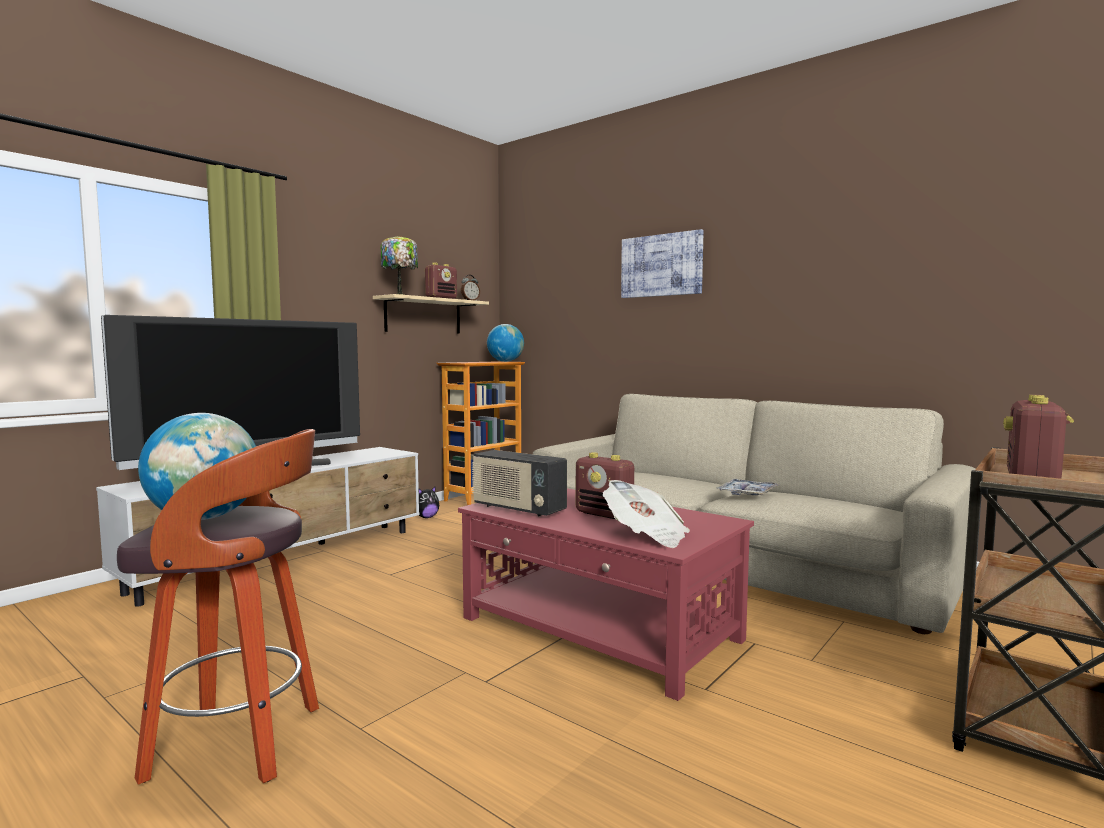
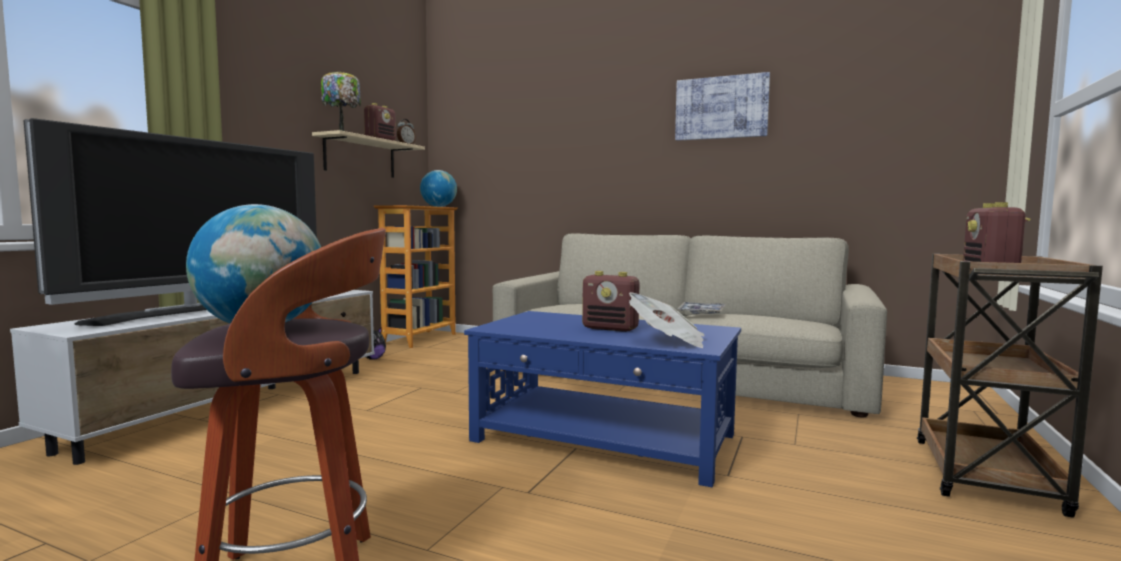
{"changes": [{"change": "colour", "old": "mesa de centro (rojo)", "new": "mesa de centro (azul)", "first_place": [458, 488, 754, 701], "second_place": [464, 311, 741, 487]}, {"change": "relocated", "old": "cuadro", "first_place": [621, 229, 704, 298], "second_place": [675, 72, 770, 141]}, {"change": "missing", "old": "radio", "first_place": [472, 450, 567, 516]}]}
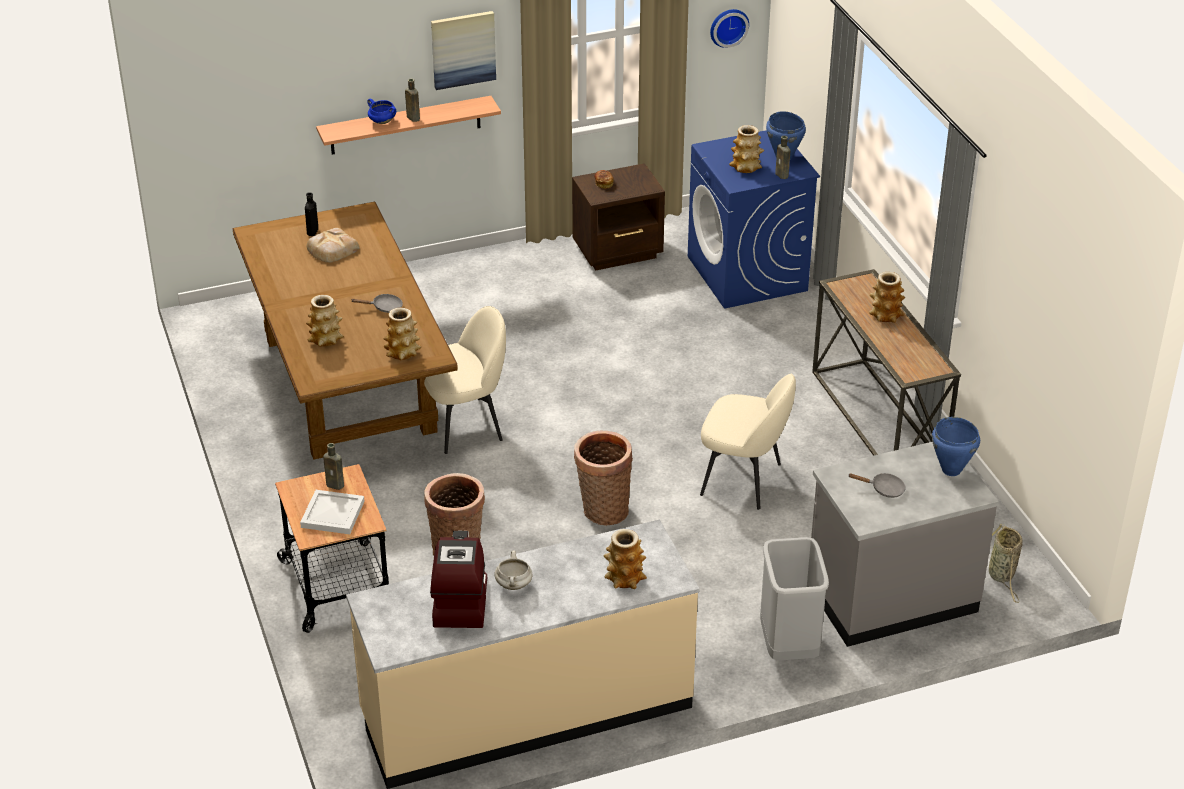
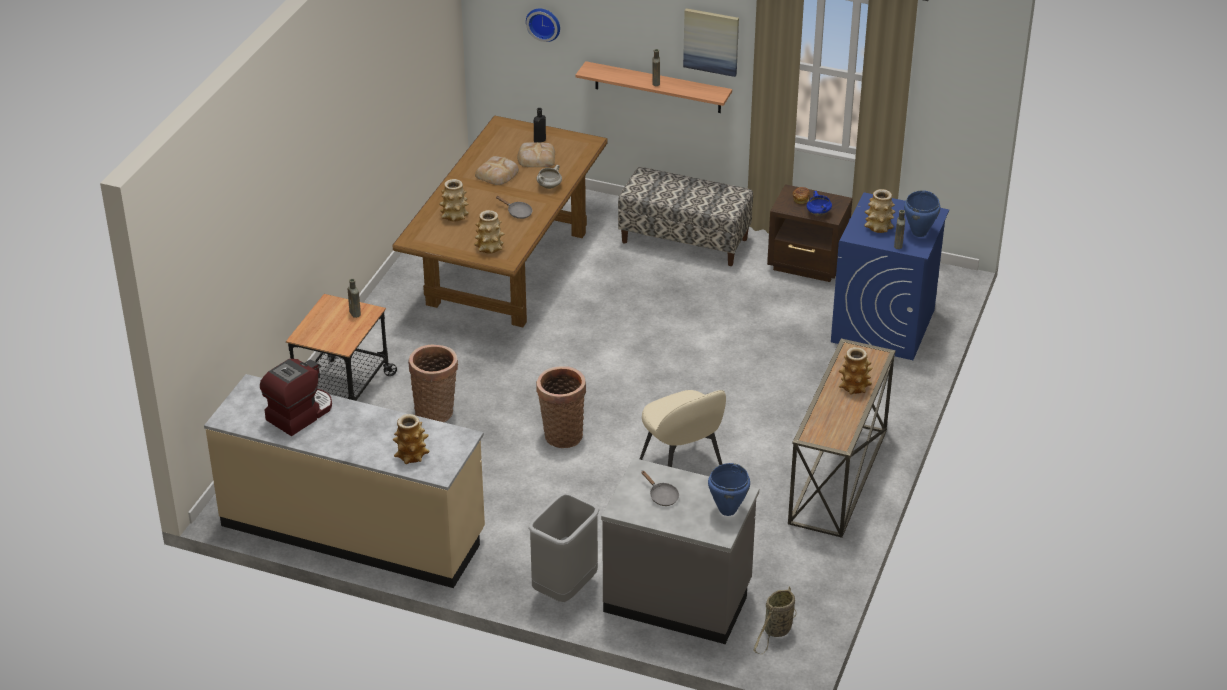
{"changes": [{"change": "appeared", "new": "pan", "second_place": [475, 156, 519, 185]}, {"change": "relocated", "old": "reloj de pared", "first_place": [710, 9, 749, 48], "second_place": [526, 9, 560, 42]}, {"change": "relocated", "old": "olla (blanco)", "first_place": [494, 551, 532, 590], "second_place": [537, 165, 562, 189]}, {"change": "appeared", "new": "banco", "second_place": [618, 167, 753, 266]}, {"change": "relocated", "old": "olla (azul)", "first_place": [367, 98, 396, 124], "second_place": [807, 191, 832, 216]}, {"change": "missing", "old": "bandeja (blanco)", "first_place": [300, 490, 365, 534]}, {"change": "missing", "old": "silla (beis)", "first_place": [424, 306, 506, 454]}]}
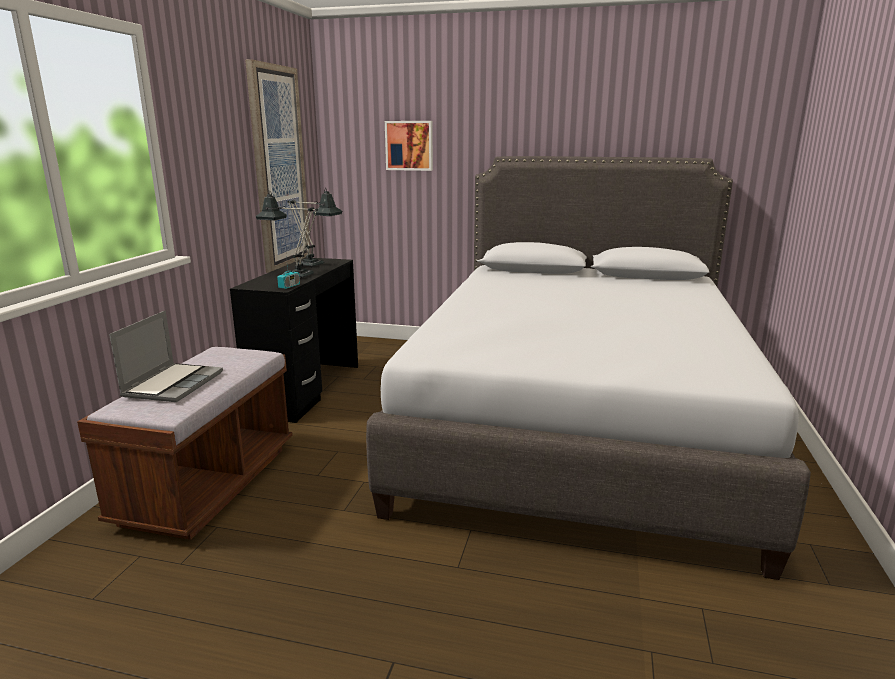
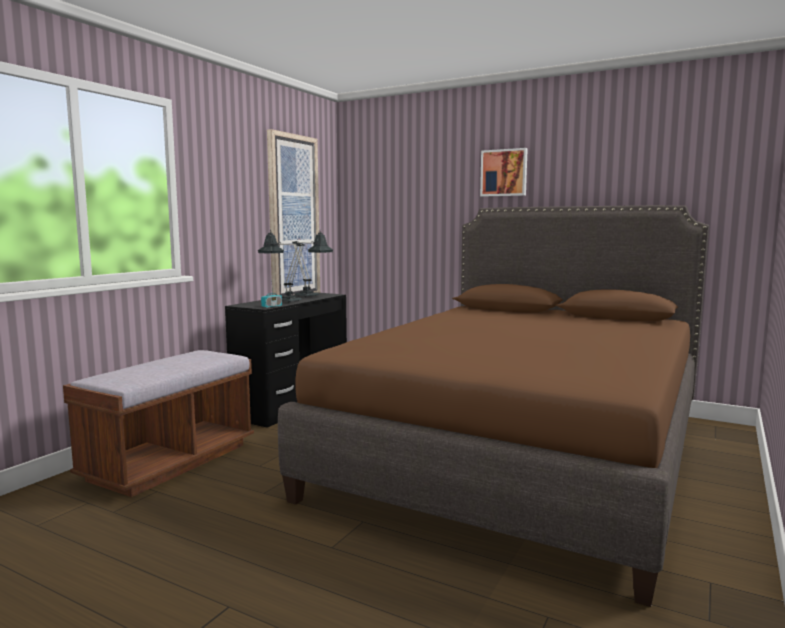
{"changes": [{"change": "colour", "old": "cama (gris)", "new": "cama (marrón)", "first_place": [366, 156, 811, 580], "second_place": [278, 205, 709, 607]}, {"change": "relocated", "old": "cuadro", "first_place": [385, 121, 433, 171], "second_place": [480, 148, 528, 197]}, {"change": "missing", "old": "portátil", "first_place": [109, 310, 223, 402]}]}
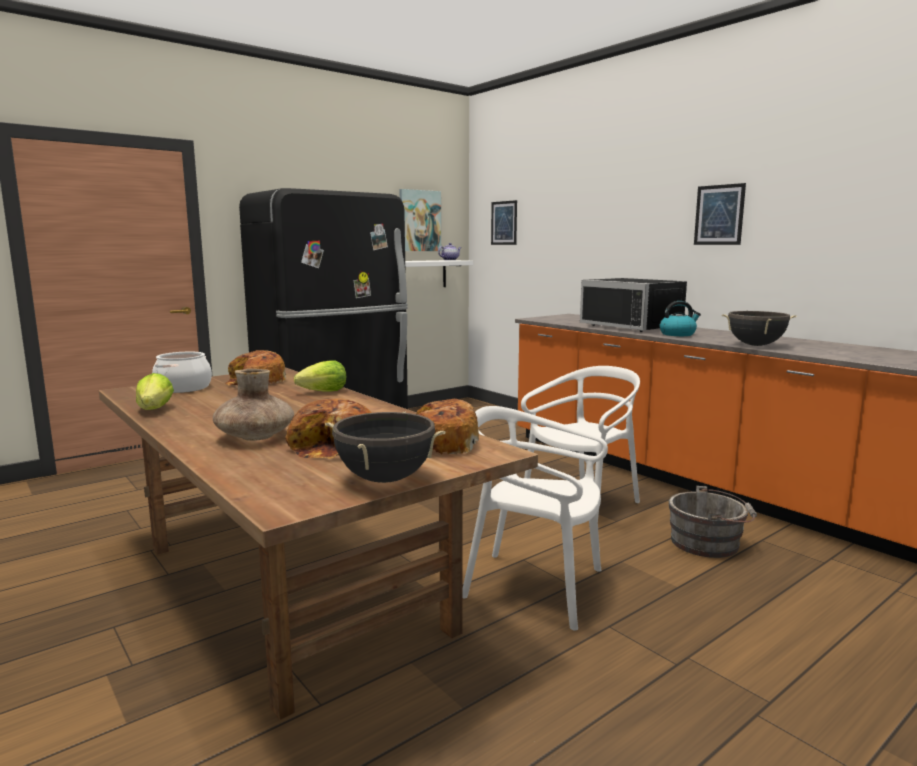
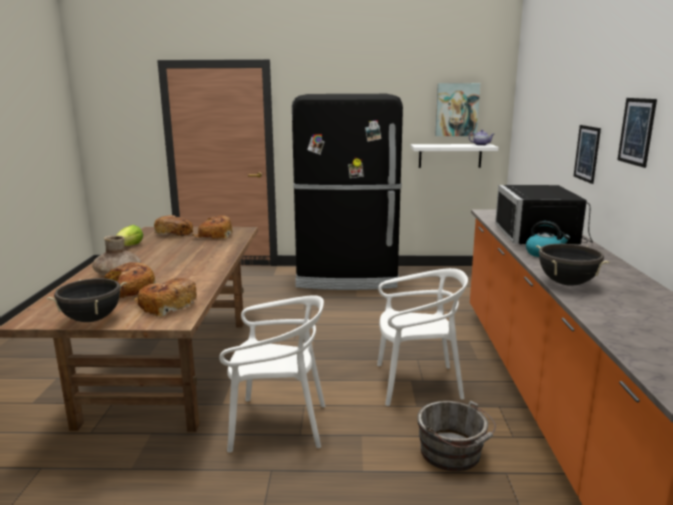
{"changes": [{"change": "exchanged", "old": "olla", "new": "pan", "first_place": [152, 352, 212, 393], "second_place": [154, 215, 194, 237]}, {"change": "spun", "old": "silla (blanco)", "first_place": [462, 406, 608, 631], "second_place": [219, 296, 325, 453], "degrees": 120}, {"change": "relocated", "old": "cuadro", "first_place": [491, 200, 517, 245], "second_place": [574, 125, 601, 184]}, {"change": "missing", "old": "lechuga", "first_place": [294, 360, 346, 392]}]}
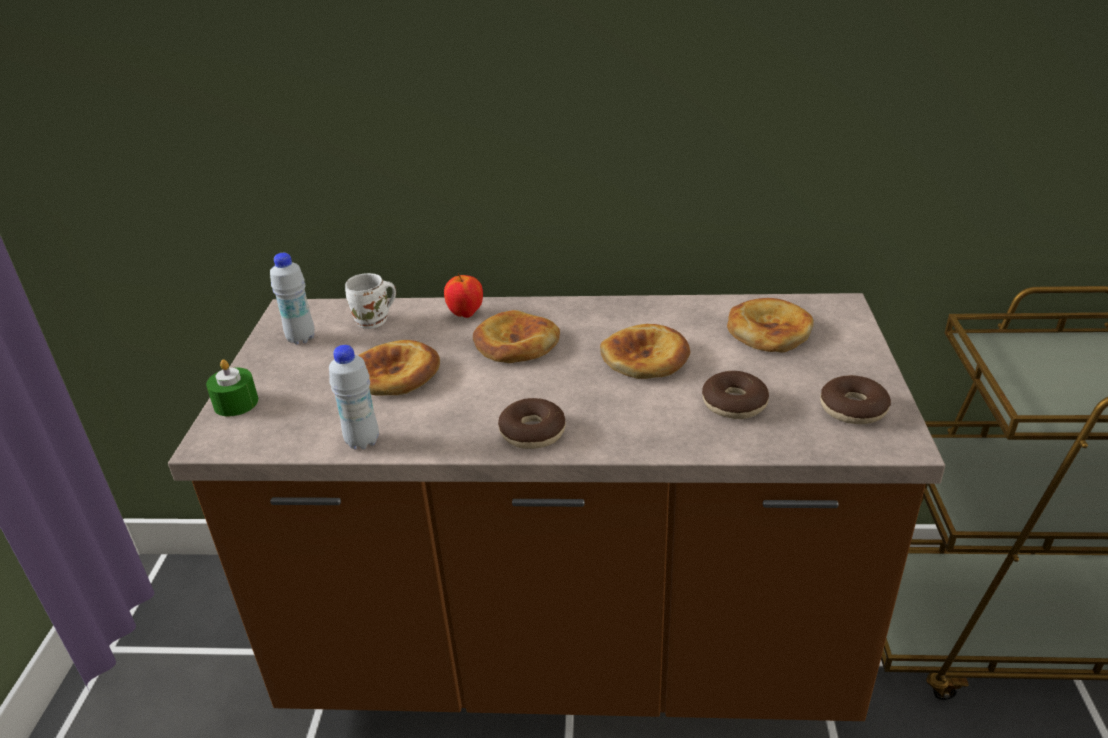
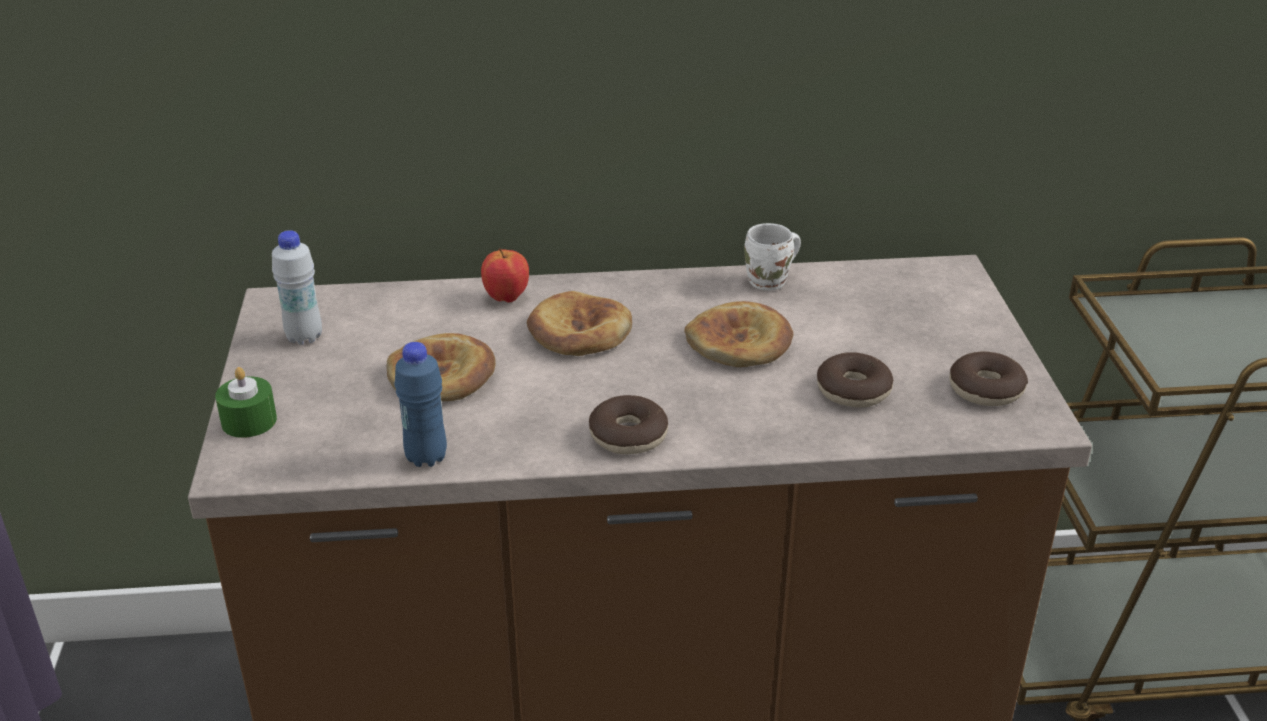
{"changes": [{"change": "colour", "old": "botella (blanco)", "new": "botella (azul)", "first_place": [329, 345, 379, 450], "second_place": [395, 342, 447, 467]}, {"change": "relocated", "old": "taza grande (blanco)", "first_place": [345, 273, 396, 329], "second_place": [744, 223, 801, 291]}, {"change": "missing", "old": "pan", "first_place": [727, 298, 814, 353]}]}
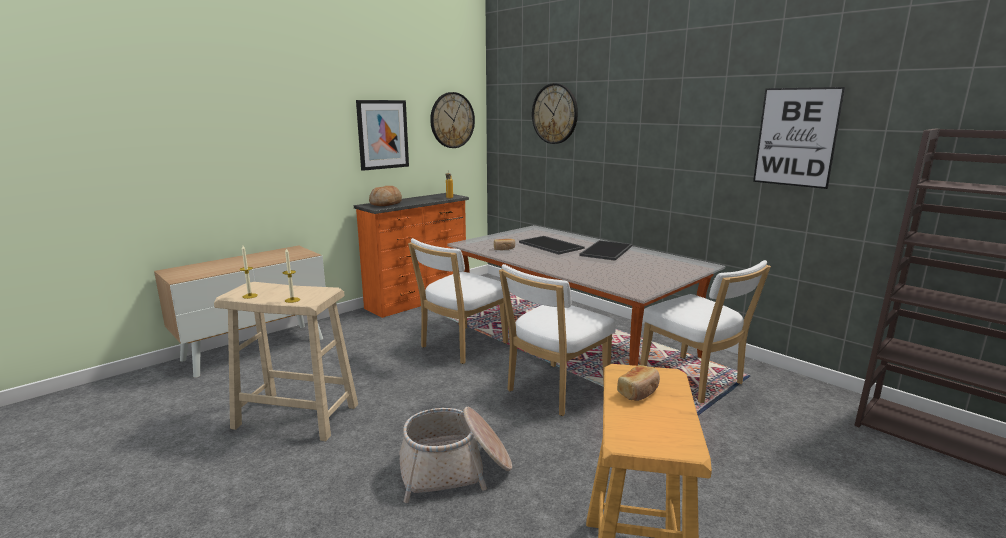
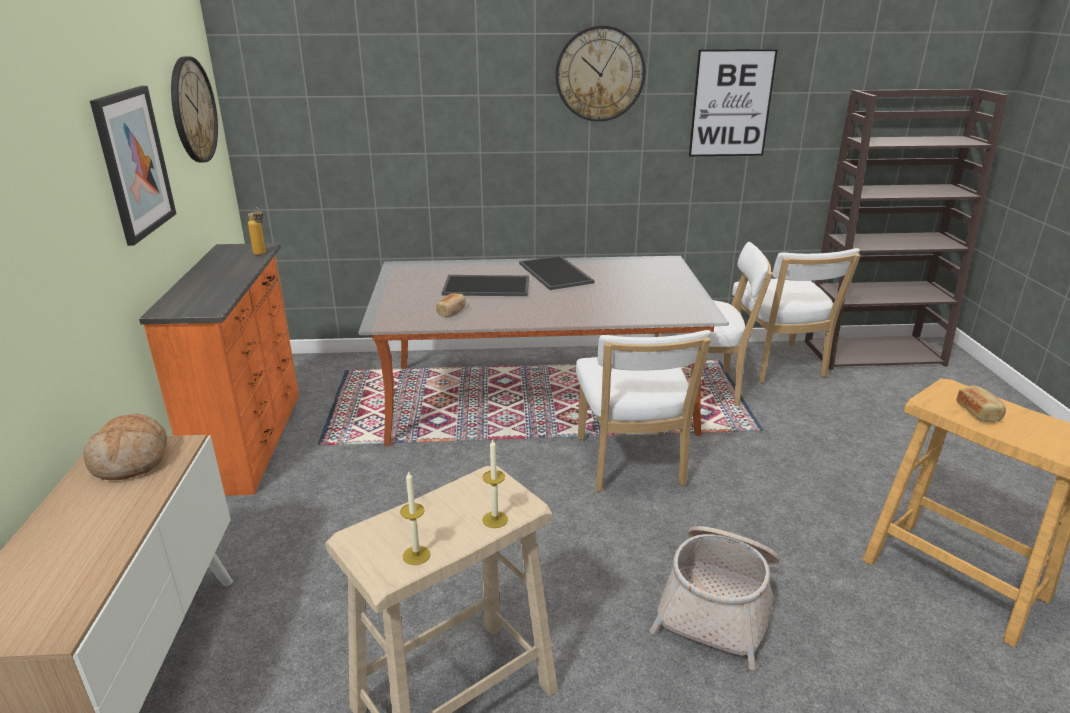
{"changes": [{"change": "relocated", "old": "pan", "first_place": [369, 186, 402, 206], "second_place": [83, 414, 167, 480]}, {"change": "relocated", "old": "reloj de pared", "first_place": [532, 83, 578, 144], "second_place": [556, 25, 645, 122]}, {"change": "relocated", "old": "silla (blanco)", "first_place": [408, 238, 510, 364], "second_place": [732, 248, 861, 383]}]}
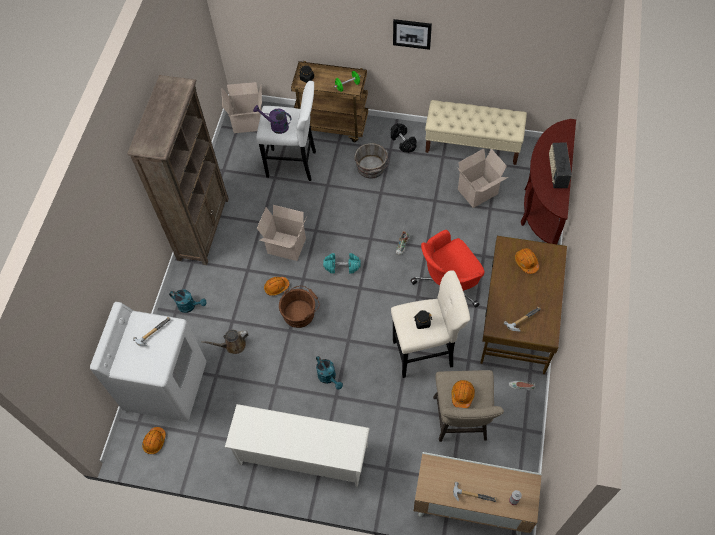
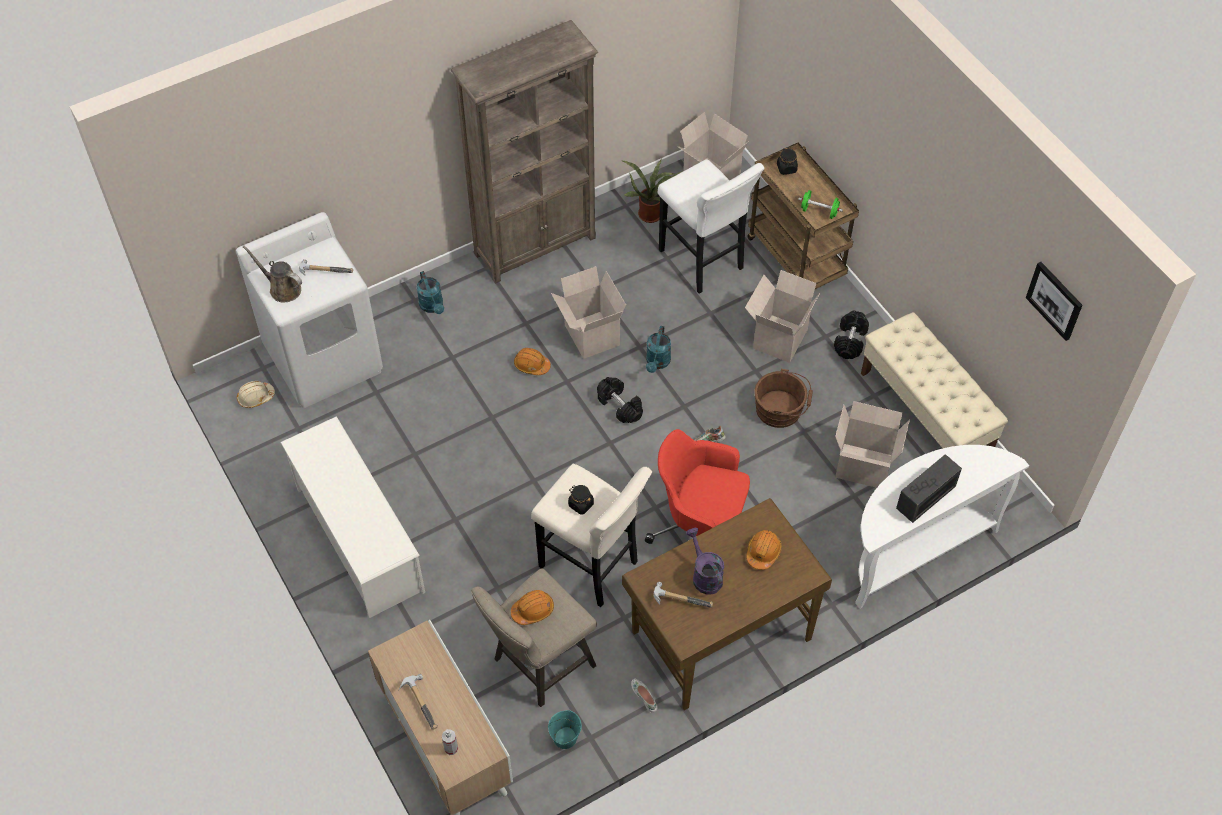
{"changes": [{"change": "colour", "old": "casco (naranja)", "new": "casco (beis)", "first_place": [142, 427, 166, 454], "second_place": [237, 381, 275, 408]}, {"change": "relocated", "old": "regadera (marrón)", "first_place": [201, 330, 248, 354], "second_place": [243, 246, 302, 302]}, {"change": "appeared", "new": "cubo (turquesa)", "second_place": [548, 710, 582, 749]}, {"change": "colour", "old": "mancuerna (turquesa)", "new": "mancuerna (negro)", "first_place": [323, 253, 361, 274], "second_place": [597, 377, 643, 423]}, {"change": "appeared", "new": "planta en maceta", "second_place": [623, 160, 683, 223]}, {"change": "relocated", "old": "regadera (turquesa)", "first_place": [316, 356, 343, 390], "second_place": [646, 326, 671, 373]}, {"change": "relocated", "old": "regadera (morado)", "first_place": [253, 105, 292, 134], "second_place": [686, 528, 724, 594]}, {"change": "exchanged", "old": "cubo (gris)", "new": "caja de cartón", "first_place": [354, 143, 388, 178], "second_place": [745, 270, 820, 363]}, {"change": "relocated", "old": "cubo (marrón)", "first_place": [279, 286, 319, 328], "second_place": [754, 369, 813, 428]}, {"change": "colour", "old": "mesa consola (marrón)", "new": "mesa consola (blanco)", "first_place": [521, 119, 576, 244], "second_place": [855, 445, 1029, 609]}, {"change": "relocated", "old": "cuadro", "first_place": [393, 19, 432, 50], "second_place": [1026, 262, 1082, 341]}]}
